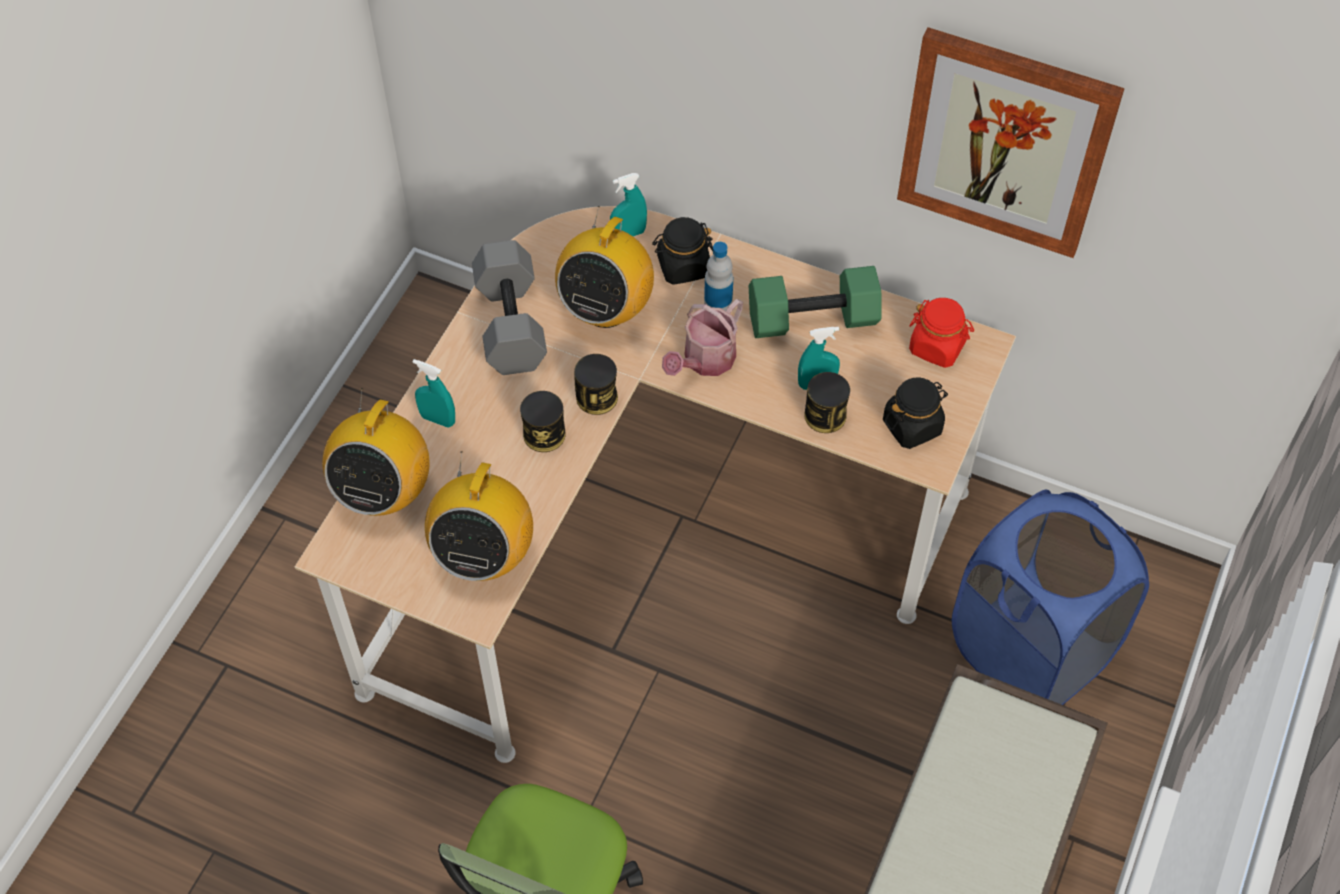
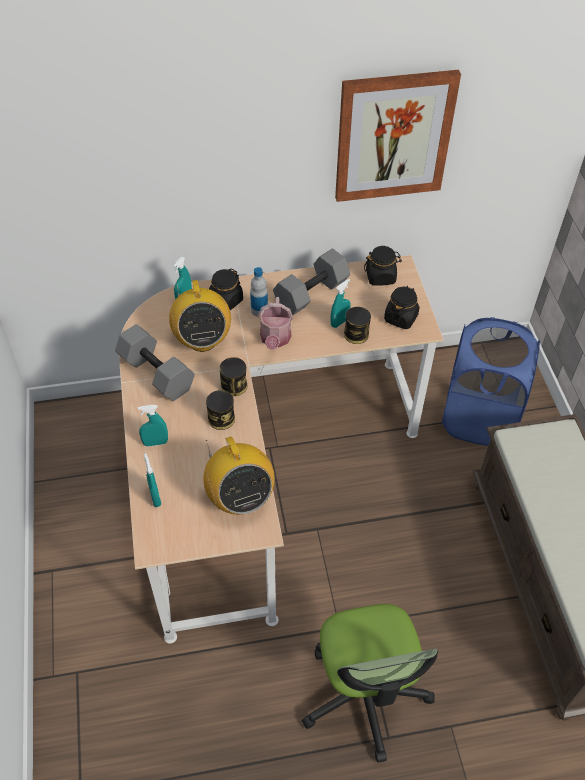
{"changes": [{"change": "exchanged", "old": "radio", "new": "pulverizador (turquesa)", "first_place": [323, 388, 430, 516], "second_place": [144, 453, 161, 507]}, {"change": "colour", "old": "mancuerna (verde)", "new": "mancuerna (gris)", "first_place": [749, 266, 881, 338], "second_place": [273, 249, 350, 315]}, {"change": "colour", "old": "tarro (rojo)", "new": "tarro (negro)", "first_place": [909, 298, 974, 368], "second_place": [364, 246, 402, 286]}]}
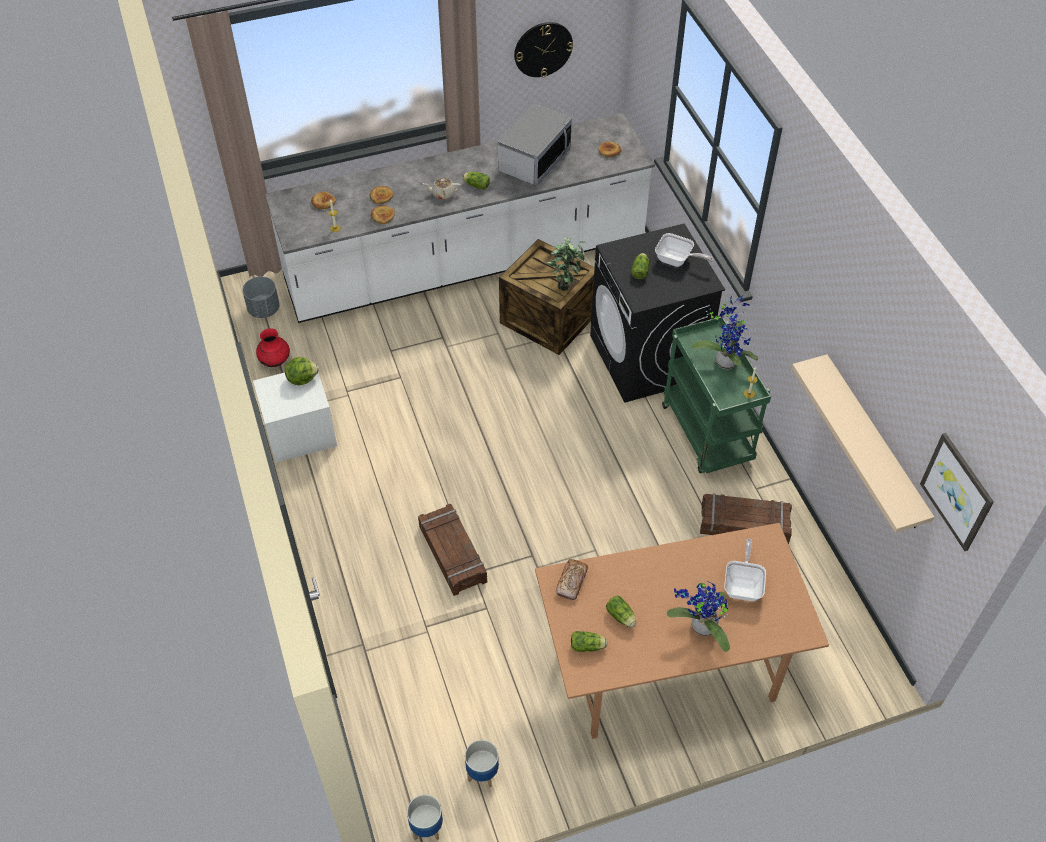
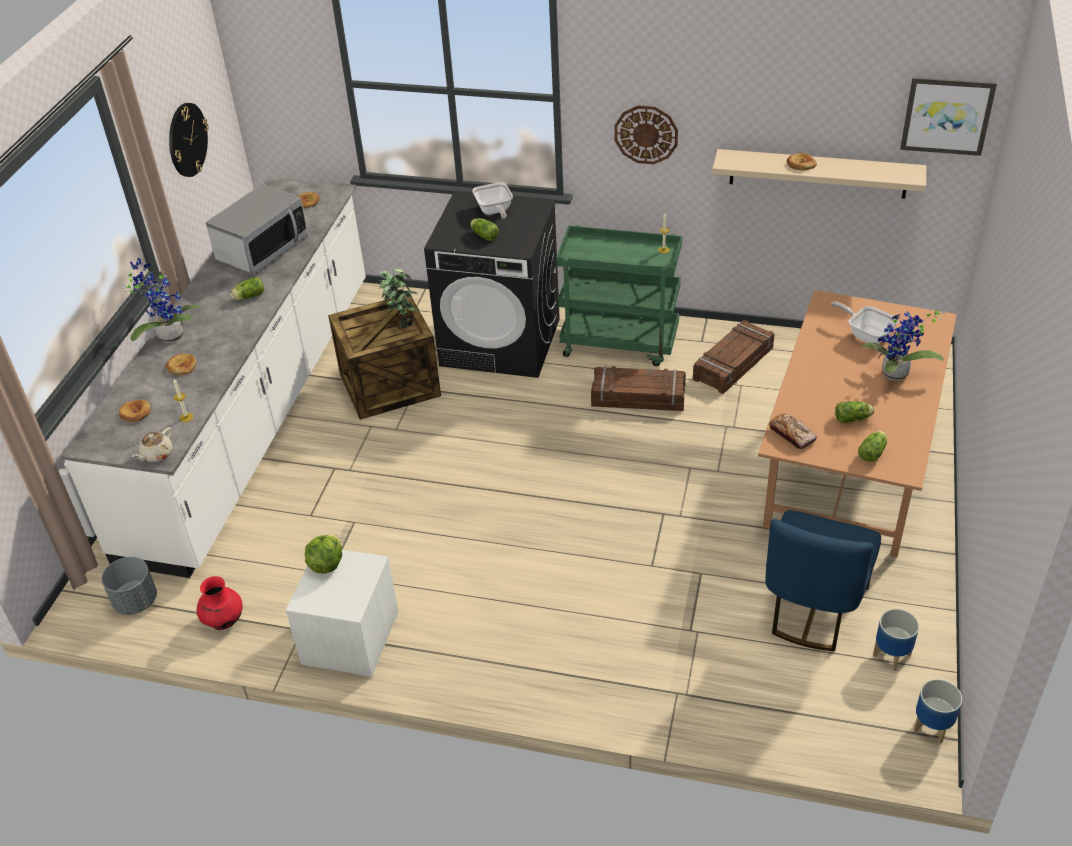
{"changes": [{"change": "relocated", "old": "planta en maceta", "first_place": [692, 295, 758, 370], "second_place": [122, 257, 200, 343]}, {"change": "relocated", "old": "tetera (beis)", "first_place": [423, 177, 461, 200], "second_place": [132, 427, 173, 462]}, {"change": "spun", "old": "microondas", "first_place": [498, 104, 572, 186], "second_place": [206, 184, 308, 274], "degrees": 60}, {"change": "spun", "old": "sartén", "first_place": [655, 233, 714, 267], "second_place": [472, 182, 513, 219], "degrees": 105}, {"change": "relocated", "old": "caja de embalaje", "first_place": [418, 504, 487, 596], "second_place": [591, 366, 686, 411]}, {"change": "appeared", "new": "reloj de pared", "second_place": [614, 105, 678, 164]}, {"change": "appeared", "new": "silla (azul)", "second_place": [765, 510, 881, 652]}, {"change": "relocated", "old": "pan", "first_place": [371, 205, 395, 224], "second_place": [787, 153, 817, 170]}]}
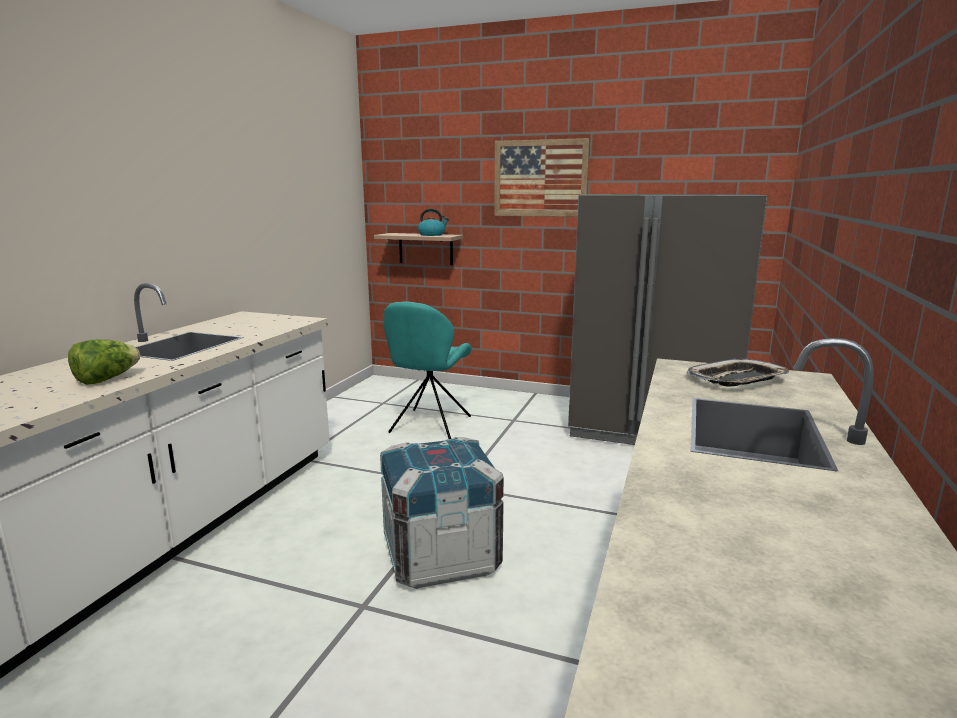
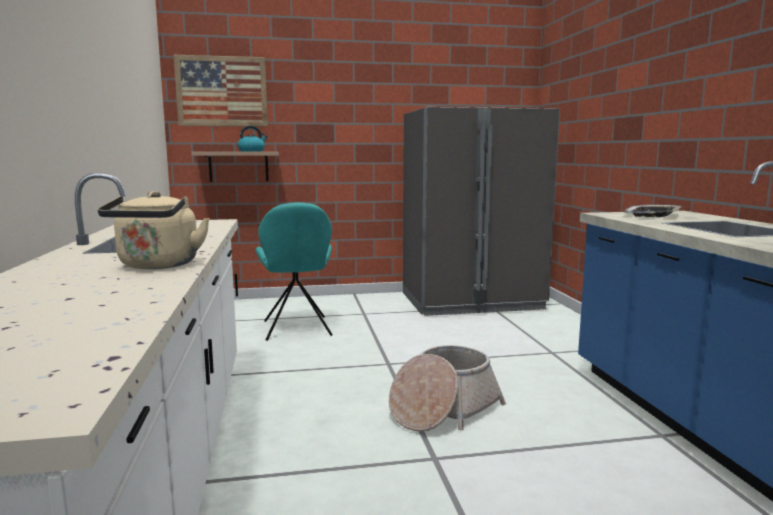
{"changes": [{"change": "exchanged", "old": "lechuga", "new": "hervidor (beis)", "first_place": [68, 340, 140, 385], "second_place": [98, 191, 210, 269]}, {"change": "relocated", "old": "cuadro", "first_place": [494, 138, 590, 217], "second_place": [174, 55, 268, 127]}, {"change": "exchanged", "old": "caja de embalaje", "new": "cesta", "first_place": [380, 437, 504, 589], "second_place": [389, 345, 506, 432]}]}
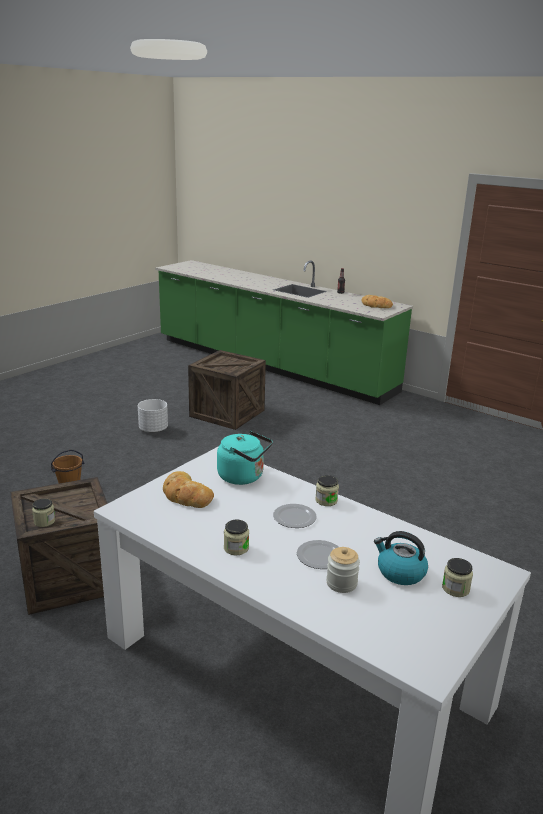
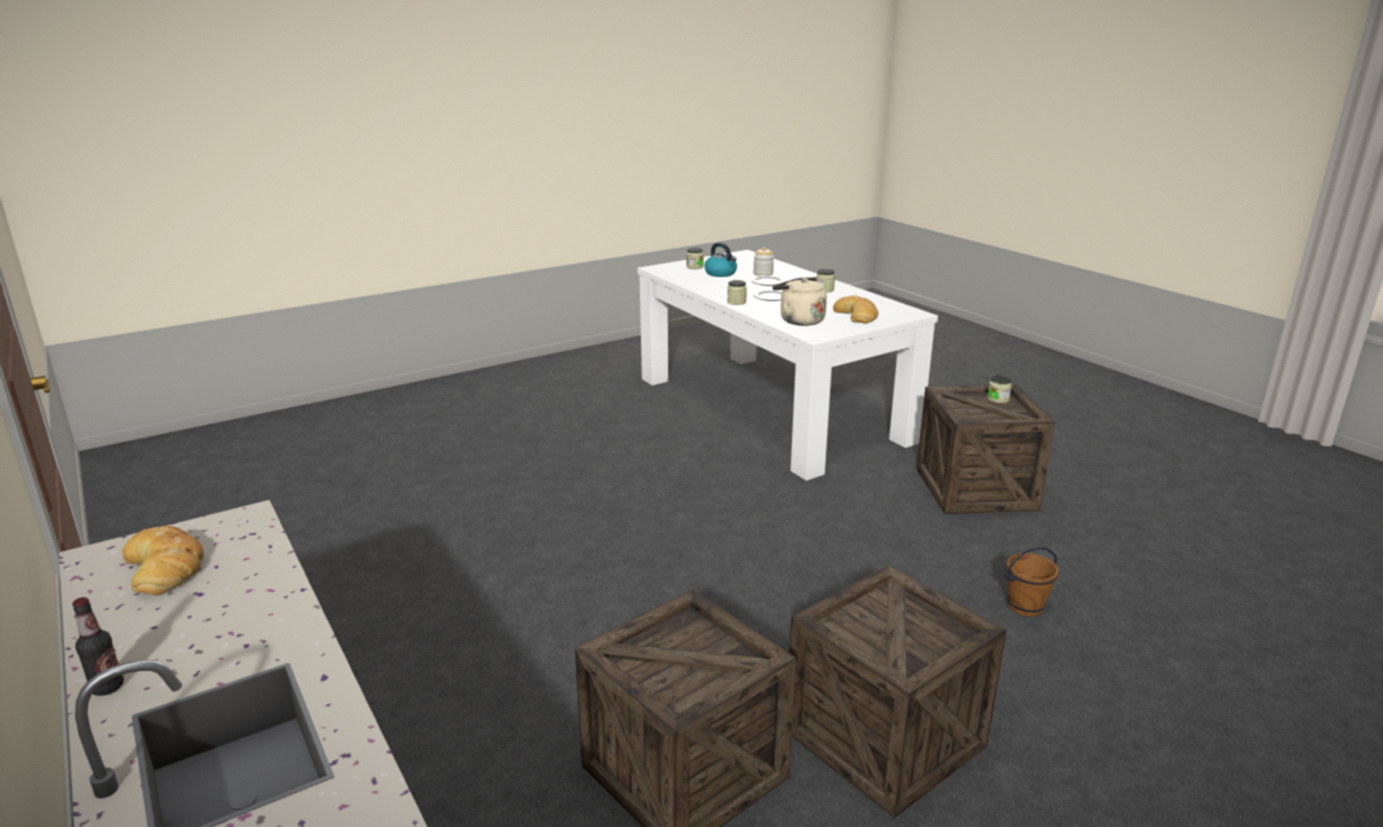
{"changes": [{"change": "colour", "old": "hervidor (turquesa)", "new": "hervidor (beis)", "first_place": [217, 431, 273, 485], "second_place": [773, 277, 827, 326]}, {"change": "exchanged", "old": "maceta (blanco)", "new": "caja de embalaje", "first_place": [138, 399, 168, 433], "second_place": [789, 565, 1007, 818]}]}
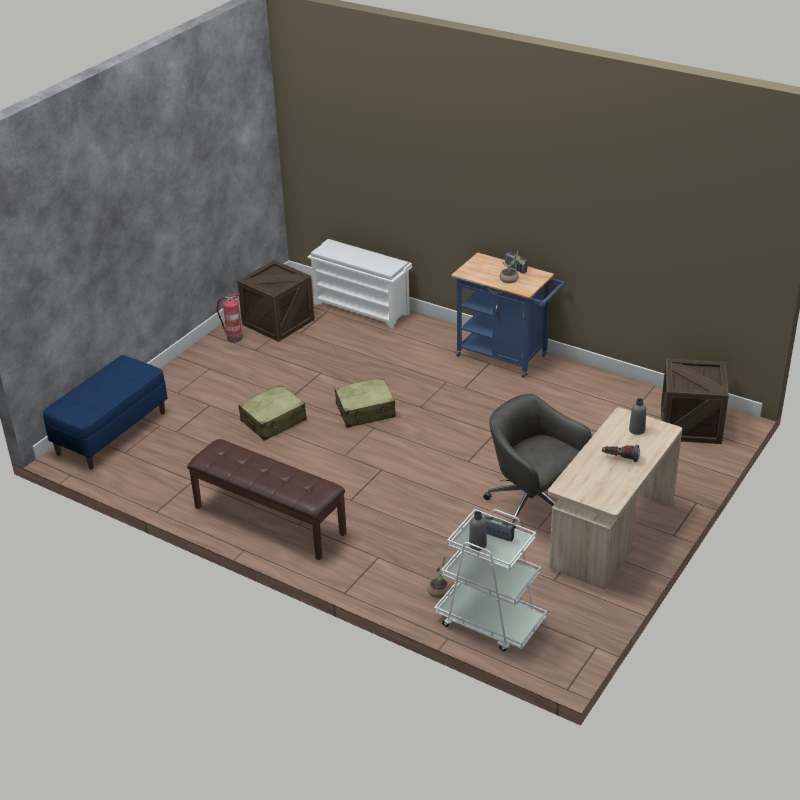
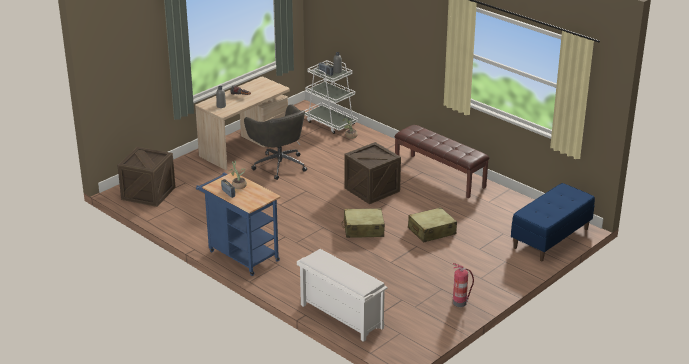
{"changes": [{"change": "relocated", "old": "caja de embalaje", "first_place": [237, 260, 315, 342], "second_place": [344, 142, 401, 204]}]}
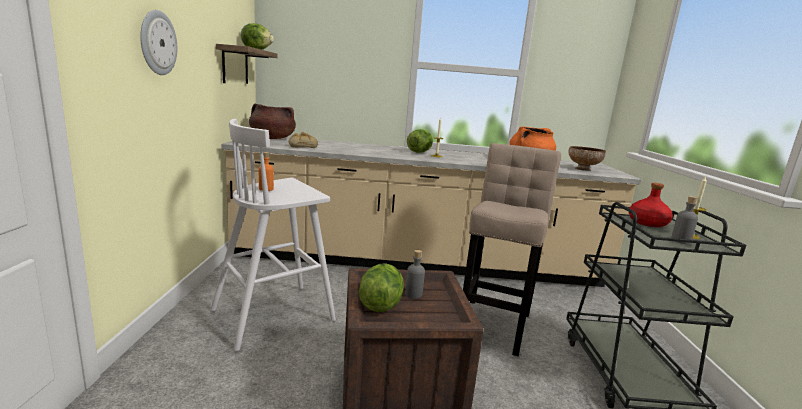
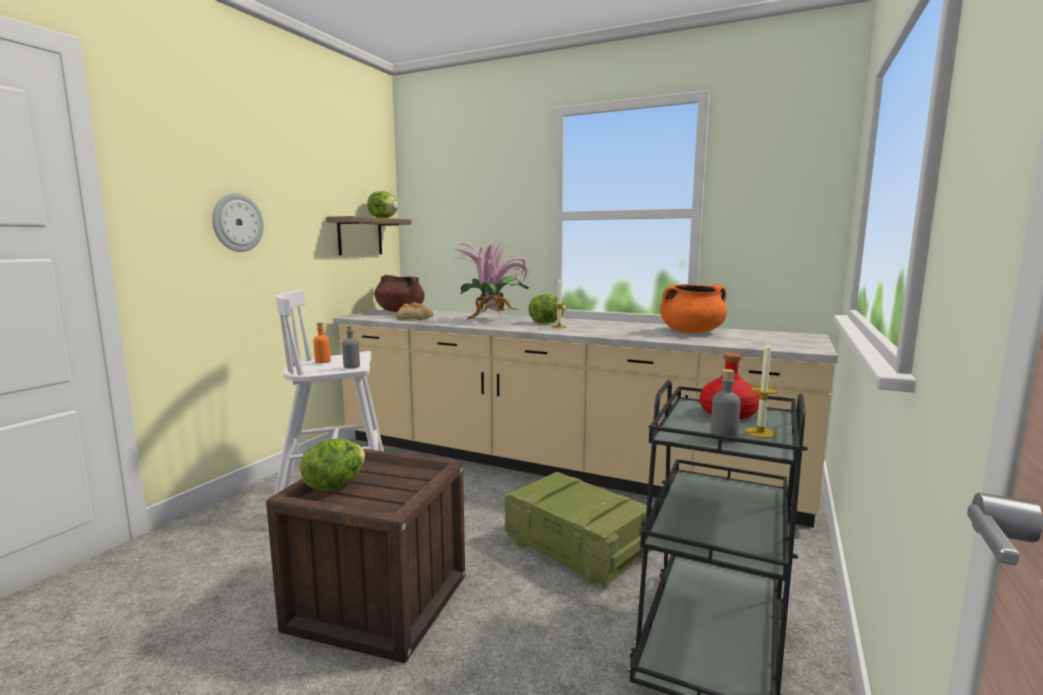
{"changes": [{"change": "relocated", "old": "botella (gris)", "first_place": [405, 250, 425, 298], "second_place": [342, 325, 360, 368]}, {"change": "appeared", "new": "planta en maceta", "second_place": [455, 238, 531, 320]}, {"change": "exchanged", "old": "taburete (beis)", "new": "caja de embalaje", "first_place": [463, 143, 561, 356], "second_place": [504, 472, 654, 586]}, {"change": "missing", "old": "cuenco", "first_place": [569, 146, 606, 171]}]}
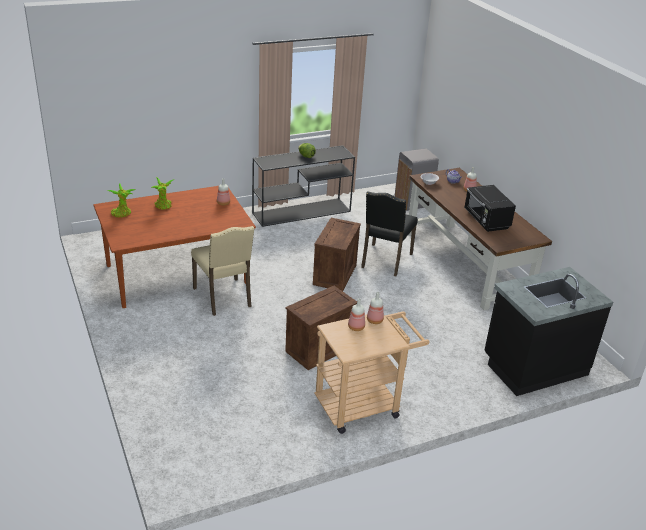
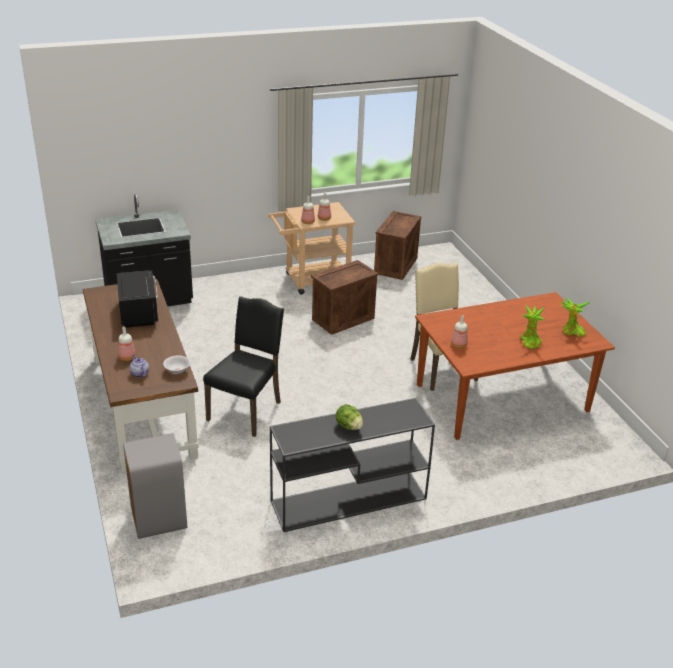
{"changes": [{"change": "relocated", "old": "caja de embalaje", "first_place": [313, 218, 361, 291], "second_place": [374, 211, 422, 280]}]}
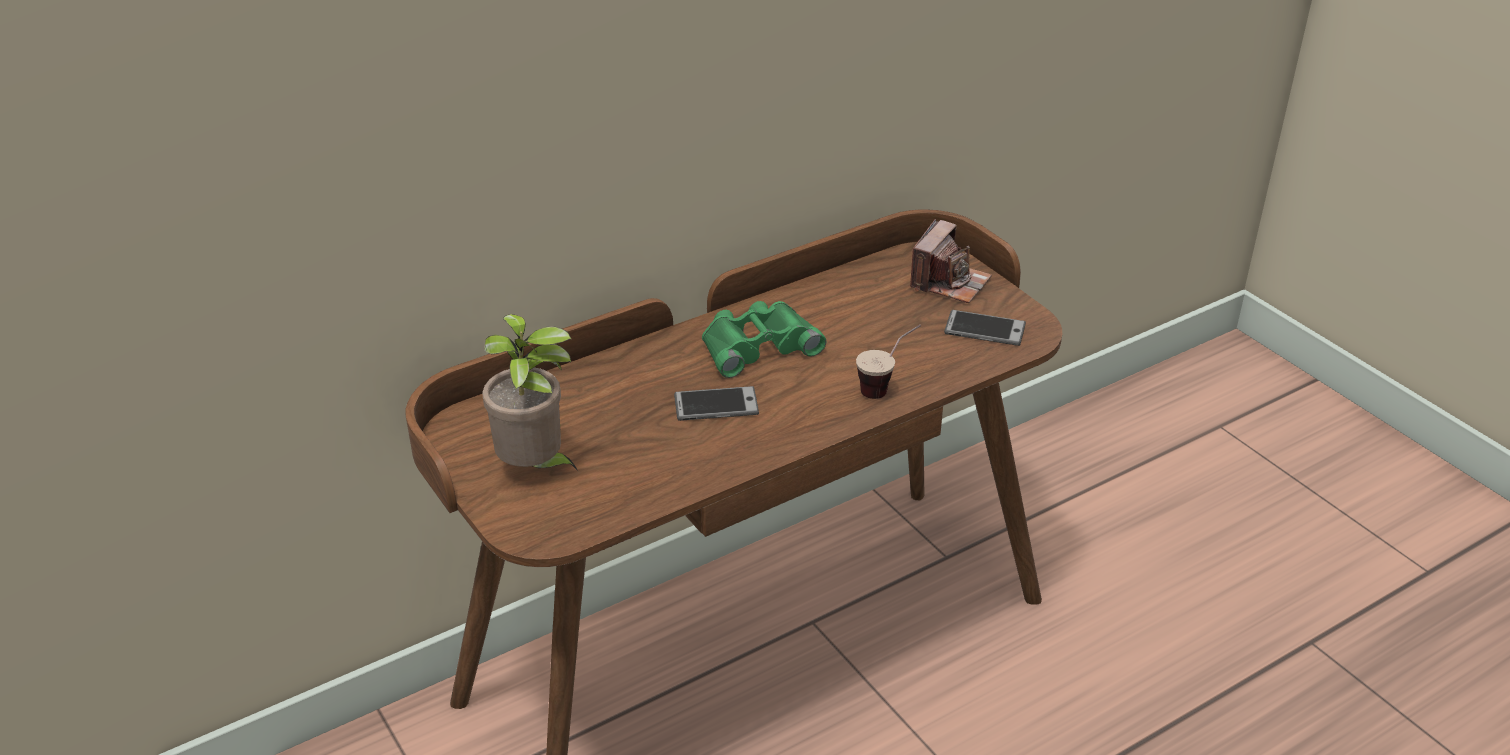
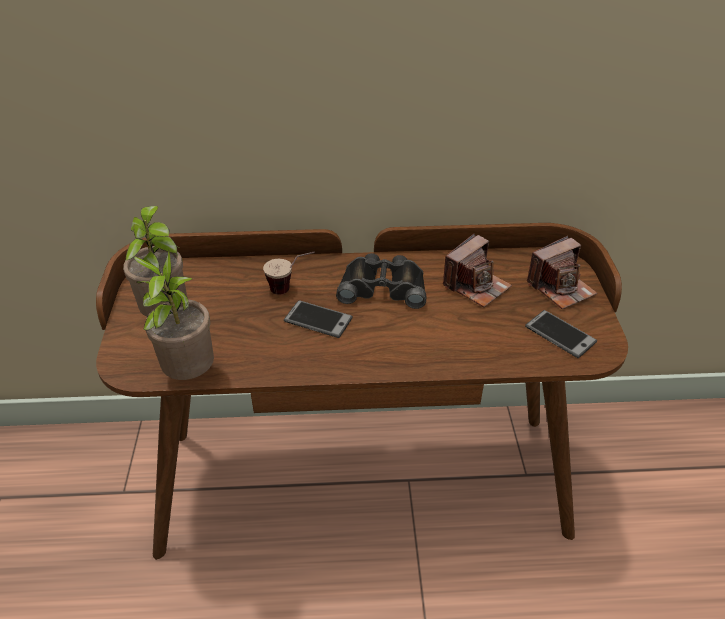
{"changes": [{"change": "appeared", "new": "planta en maceta", "second_place": [134, 250, 214, 380]}, {"change": "relocated", "old": "taza", "first_place": [856, 325, 921, 399], "second_place": [263, 251, 315, 295]}, {"change": "colour", "old": "prismáticos (verde)", "new": "prismáticos (negro)", "first_place": [702, 301, 826, 378], "second_place": [336, 253, 426, 309]}, {"change": "appeared", "new": "cámara", "second_place": [443, 234, 512, 307]}]}
